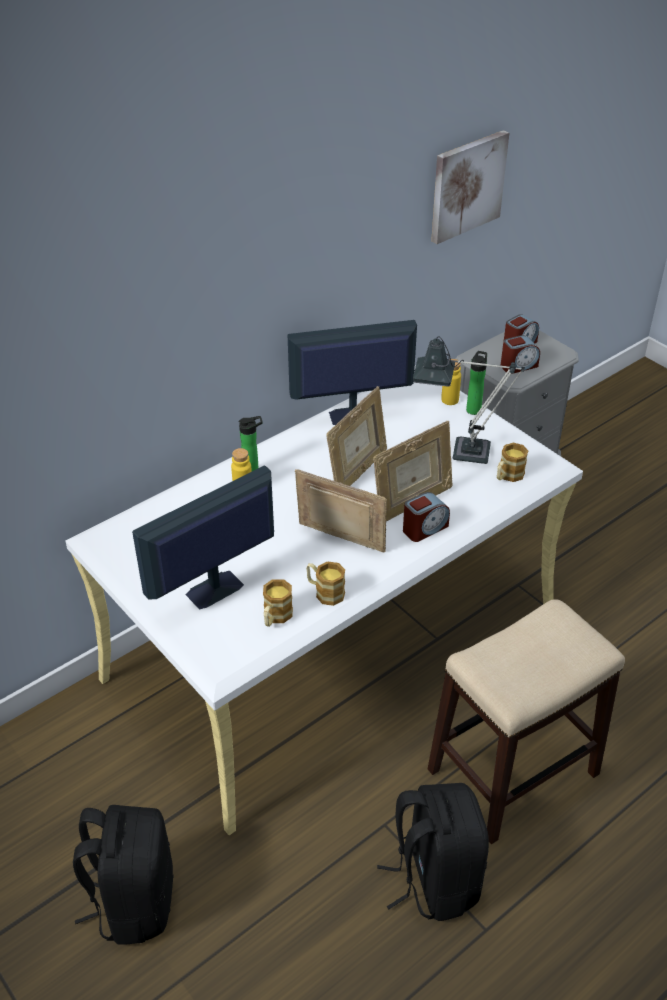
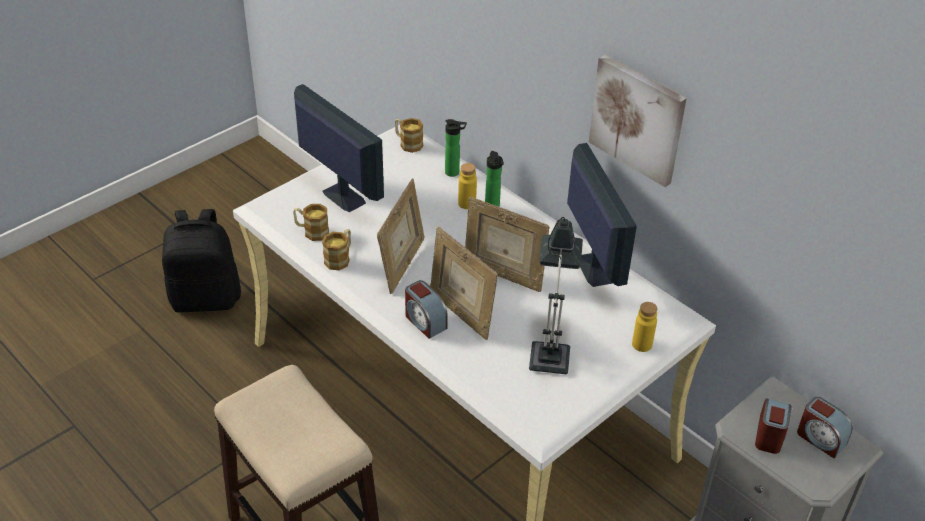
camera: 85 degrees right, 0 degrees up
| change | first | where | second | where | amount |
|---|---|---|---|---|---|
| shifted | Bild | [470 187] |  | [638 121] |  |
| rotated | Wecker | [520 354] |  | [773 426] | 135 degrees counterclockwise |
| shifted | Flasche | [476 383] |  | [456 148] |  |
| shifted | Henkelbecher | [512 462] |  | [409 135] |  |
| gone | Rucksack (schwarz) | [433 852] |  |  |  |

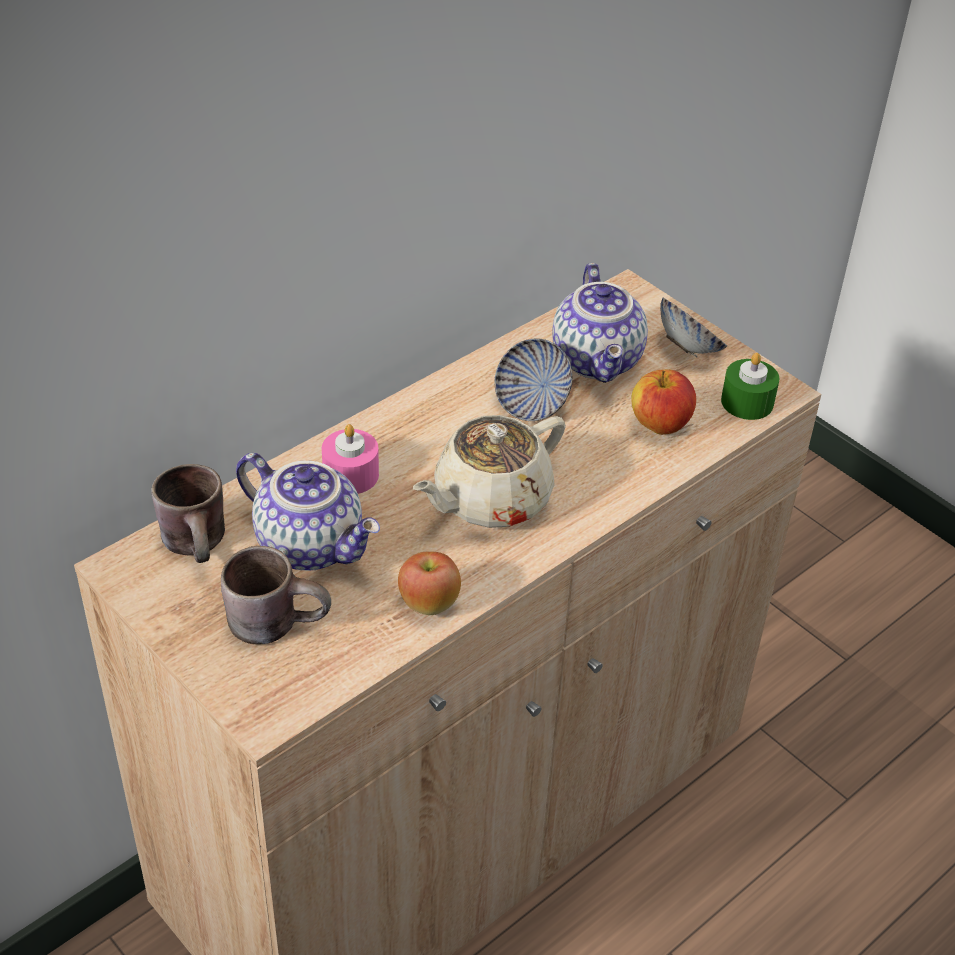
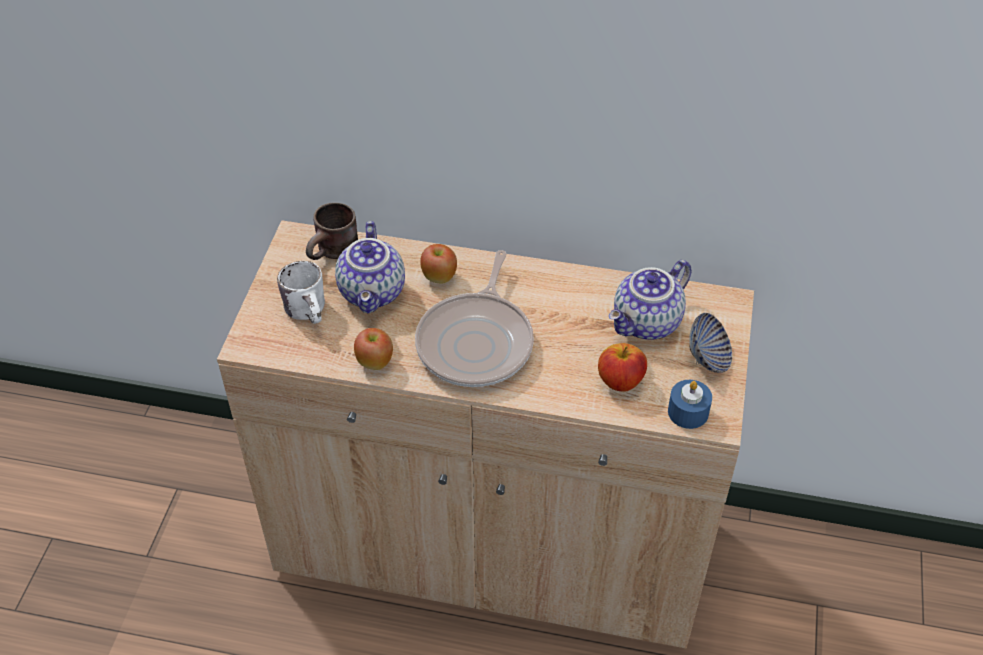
camera: 55 degrees right, 5 degrees up
| change | first | where | second | where | amount |
|---|---|---|---|---|---|
| gone | Schüssel | [533 379] |  |  |  |
| repainted | Kerze (grün) | [750 386] | Kerze (blau) | [690 404] |  |
| swapped | Teekanne (beige) | [489 471] | Pfanne | [474 318] |  |
| swapped | Kerze (rosa) | [350 459] | Apfel | [438 263] |  |
| repainted | Henkelbecher (braun) | [276 595] | Henkelbecher (weiß) | [301 292] |  |

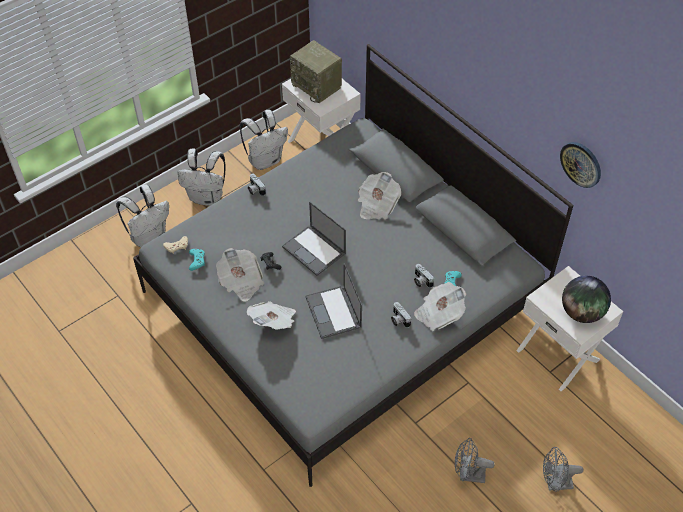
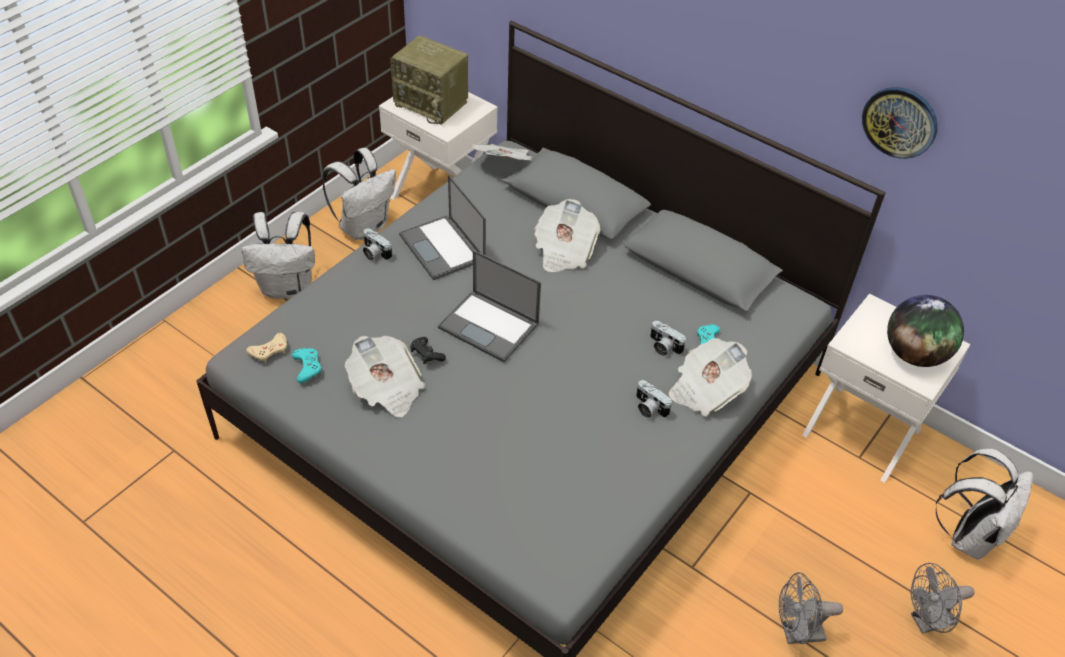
camera: 15 degrees left, 5 degrees down
| change | first | where | second | where | amount |
|---|---|---|---|---|---|
| shifted | Rucksack (weiß) | [142 216] |  | [984 504] |  |
| shifted | Laptop | [333 301] |  | [442 227] |  |
| shifted | Zeitung | [271 315] |  | [502 152] |  |

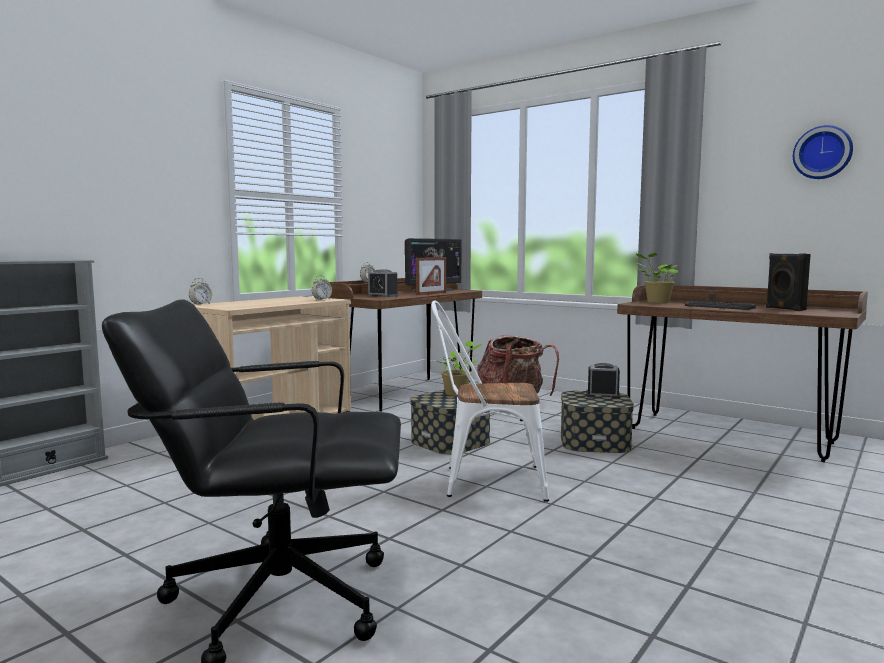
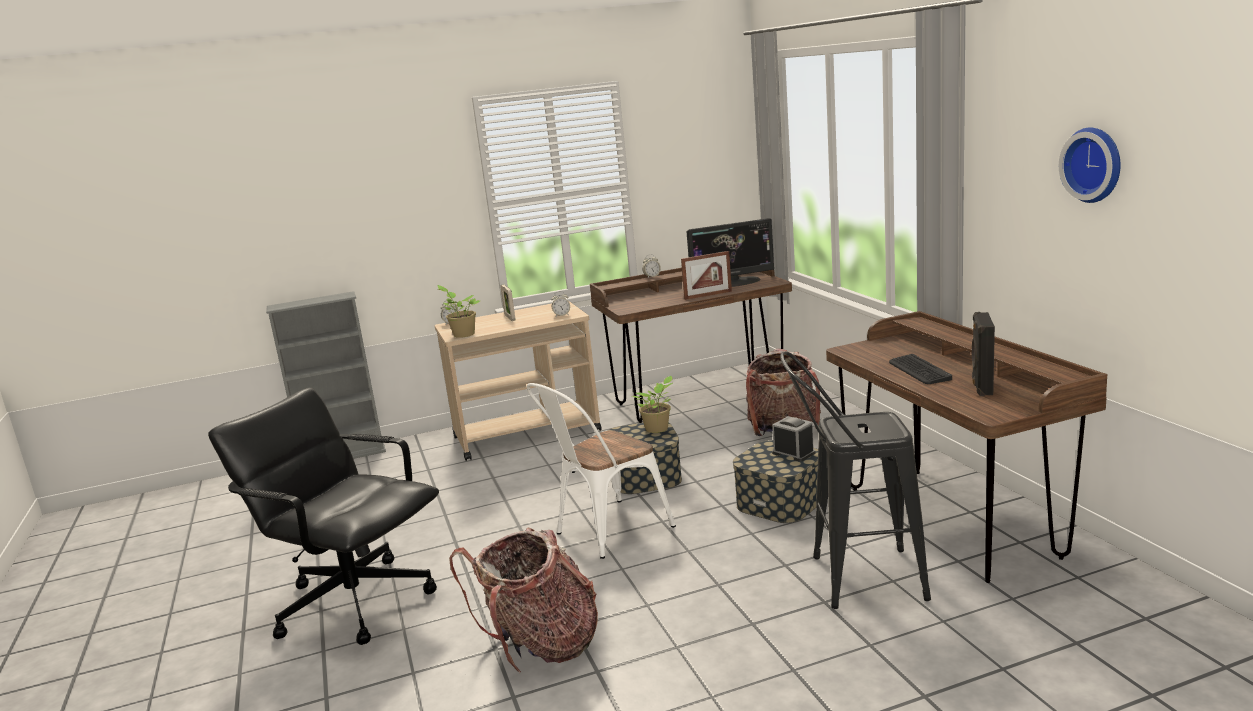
camera: 35 degrees right, 10 degrees up
| change | first | where | second | where | amount |
|---|---|---|---|---|---|
| shifted | Topfpflanze | [657 278] |  | [458 311] |  |
| gone | Wecker | [383 283] |  |  |  |
| rotated | Stuhl (weiß) | [490 401] |  | [601 471] | 75 degrees counterclockwise |
| new |  |  | Bilderrahmen | [507 303] |  |
| new |  |  | Hocker (schwarz) | [855 480] |  |
| new |  |  | Rucksack | [523 601] |  |

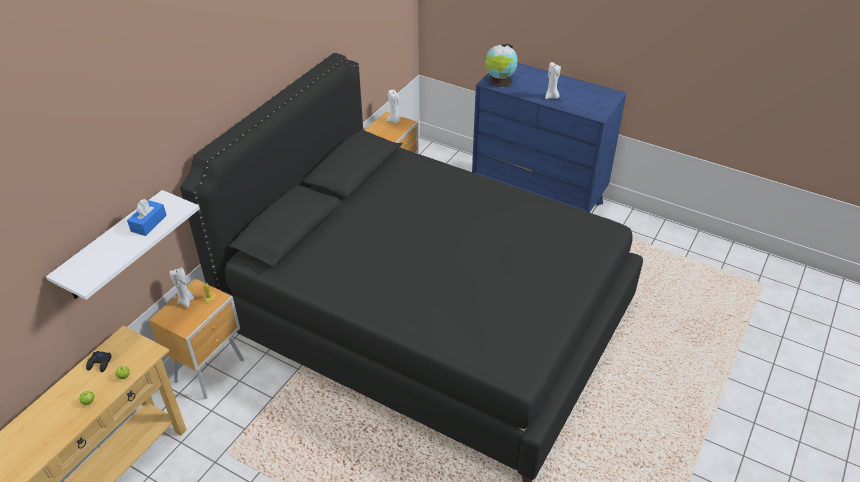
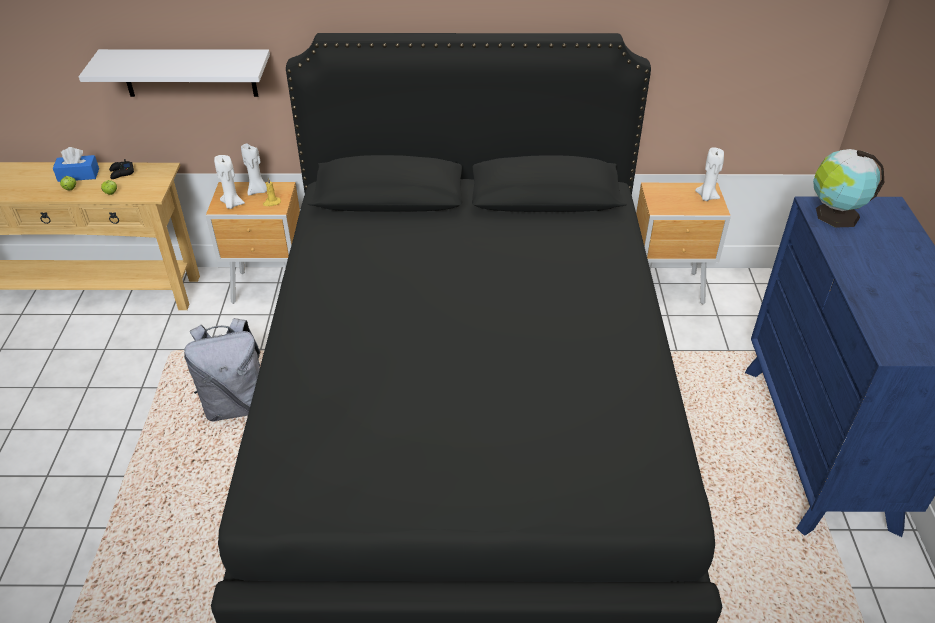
camera: 60 degrees right, 0 degrees up
| change | first | where | second | where | amount |
|---|---|---|---|---|---|
| shifted | Kerze (weiß) | [553 80] |  | [229 182] |  |
| shifted | Taschentuchbox (blau) | [147 217] |  | [76 164] |  |
| new |  |  | Rucksack (grau) | [222 370] |  |

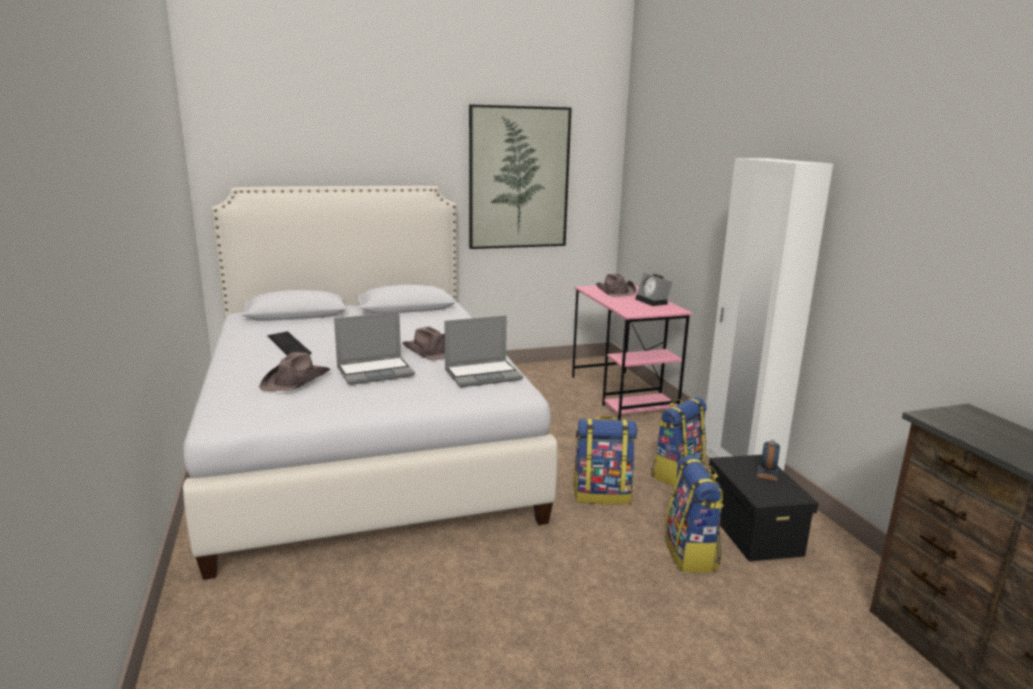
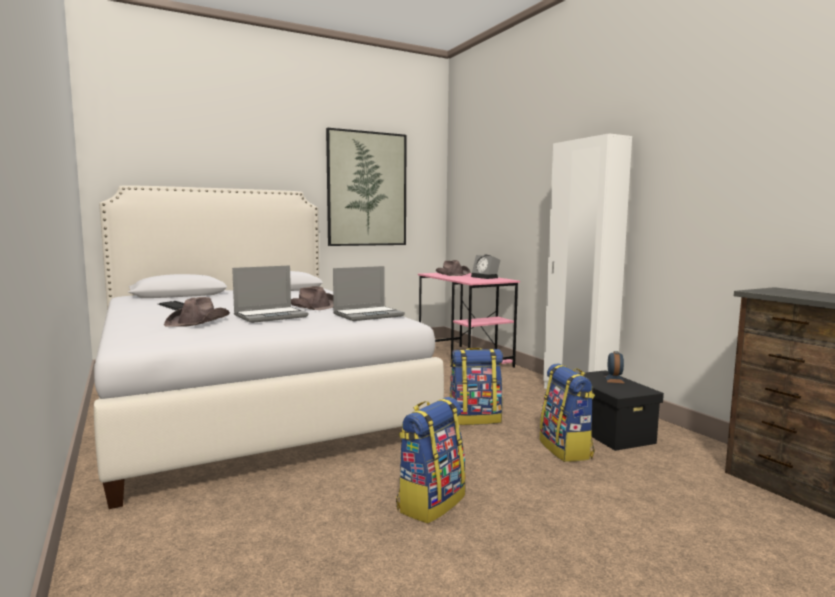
camera: 10 degrees left, 10 degrees down
| change | first | where | second | where | amount |
|---|---|---|---|---|---|
| shifted | Rucksack | [679 442] |  | [431 460] |  |

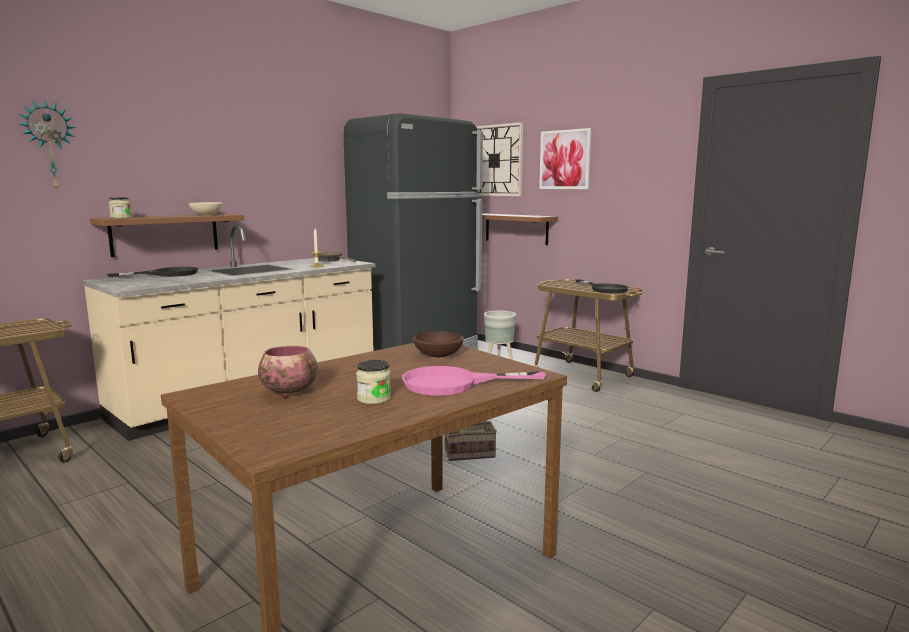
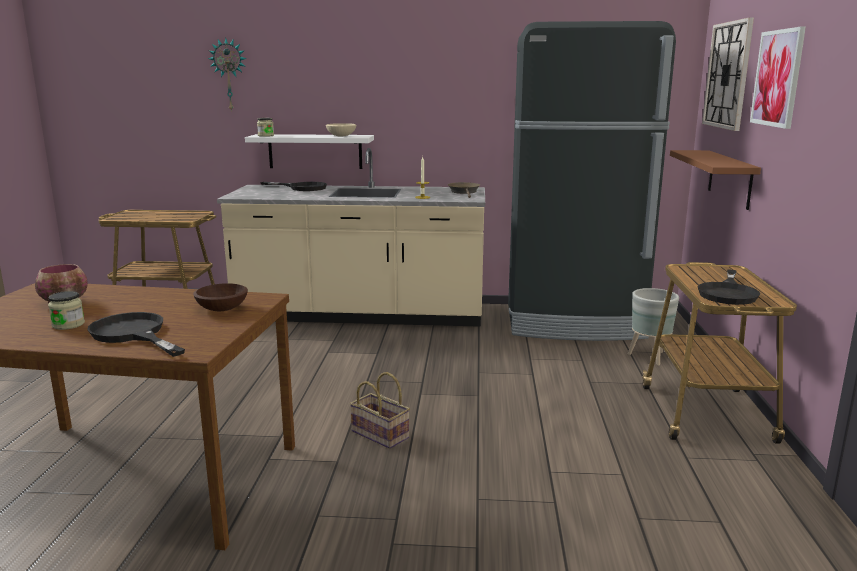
camera: 50 degrees right, 5 degrees up
| change | first | where | second | where | amount |
|---|---|---|---|---|---|
| repainted | Wandregal (braun) | [167 235] | Wandregal (weiß) | [309 151] |  |
| repainted | Pfanne (rosa) | [474 381] | Pfanne (schwarz) | [136 334] |  |

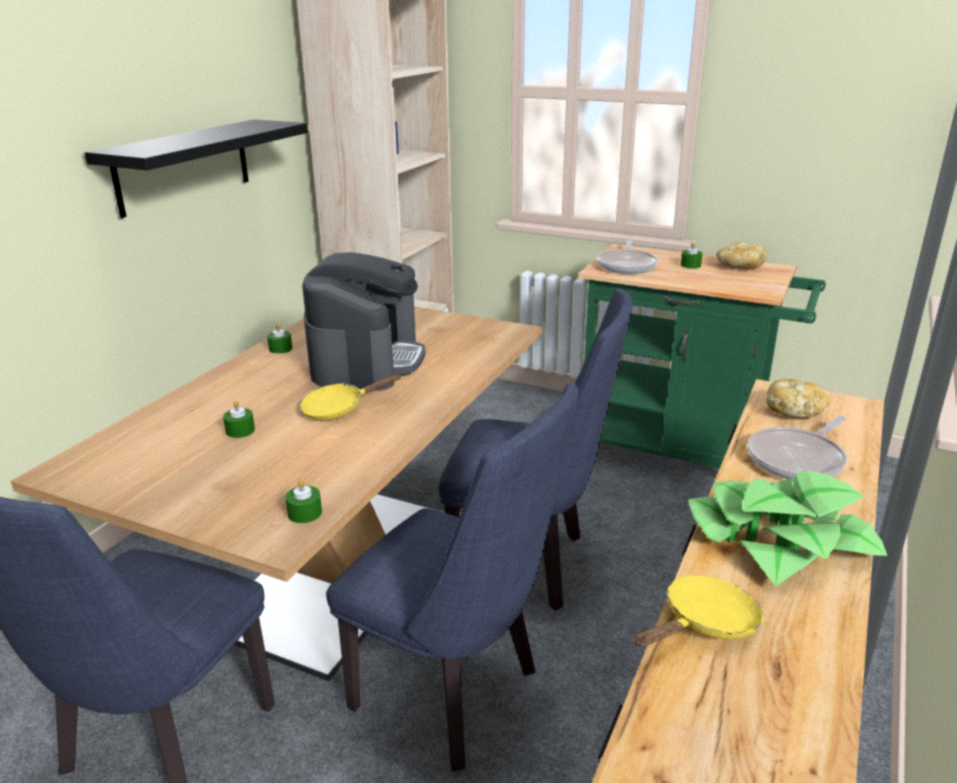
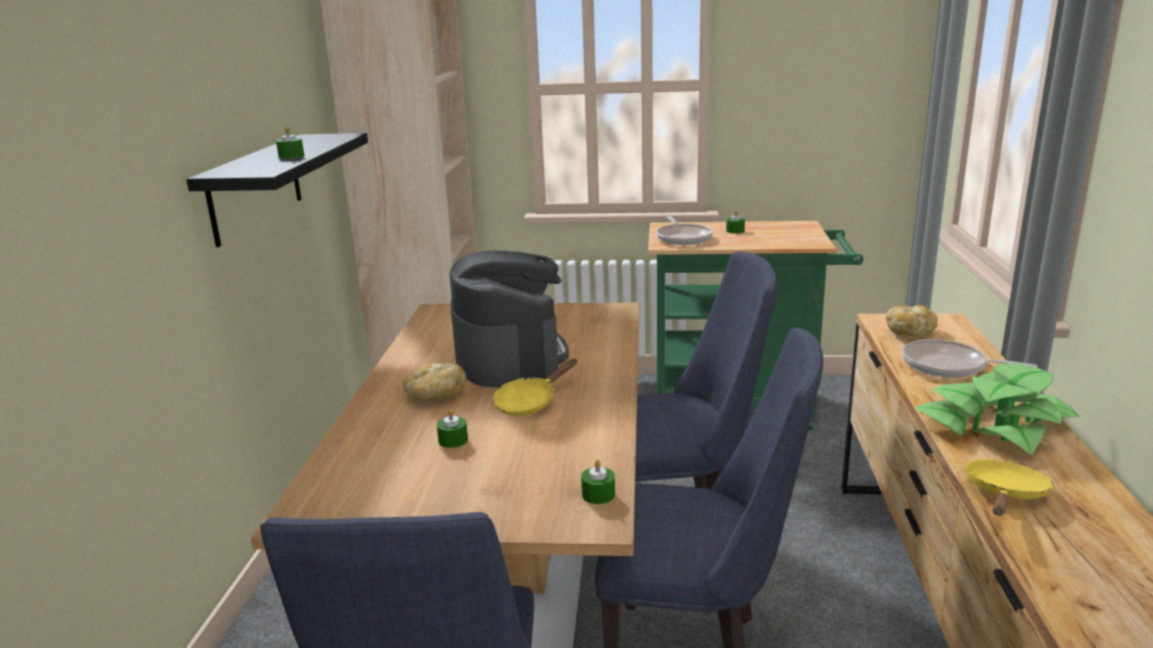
camera: 20 degrees left, 5 degrees down
| change | first | where | second | where | amount |
|---|---|---|---|---|---|
| shifted | Brot | [741 255] |  | [434 382] |  |
| shifted | Kerze (grün) | [279 338] |  | [290 142] |  |
| rotated | Pfanne | [797 447] |  | [969 358] | 90 degrees clockwise |

